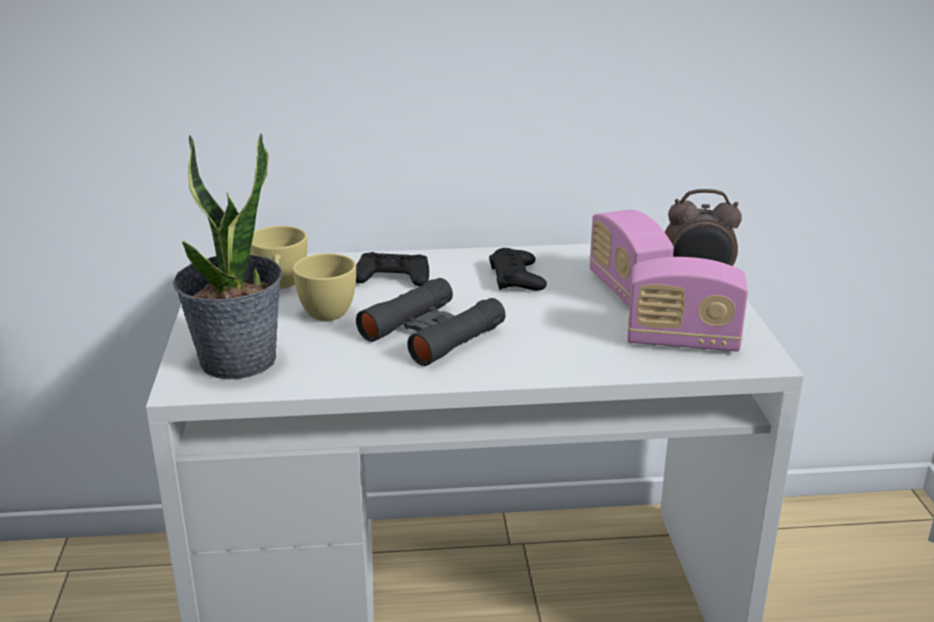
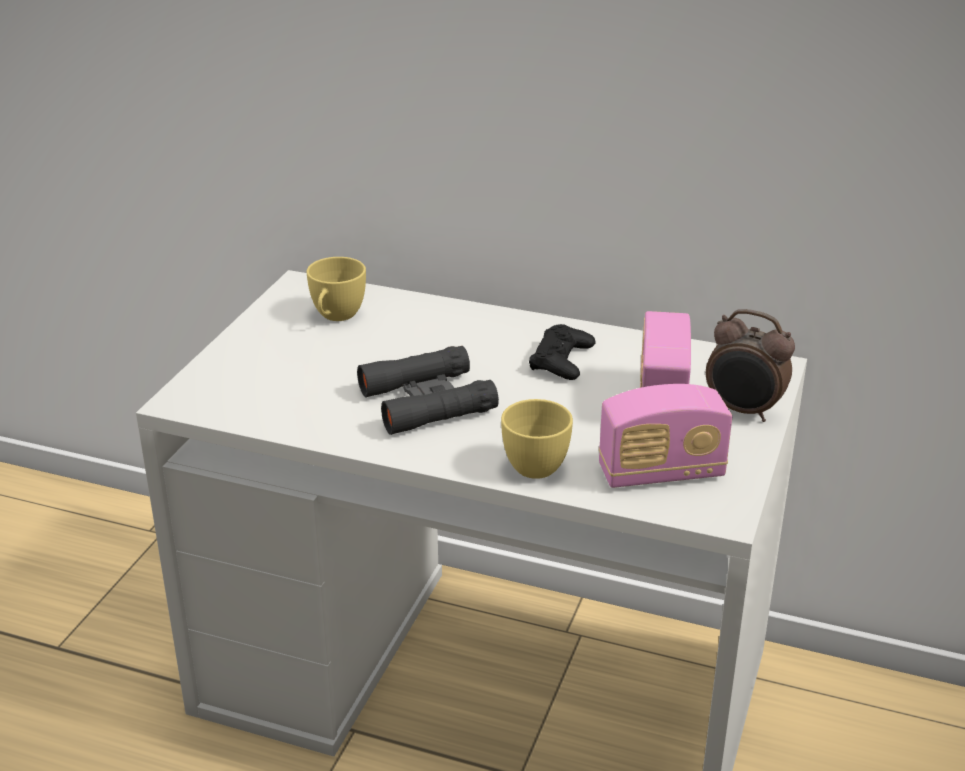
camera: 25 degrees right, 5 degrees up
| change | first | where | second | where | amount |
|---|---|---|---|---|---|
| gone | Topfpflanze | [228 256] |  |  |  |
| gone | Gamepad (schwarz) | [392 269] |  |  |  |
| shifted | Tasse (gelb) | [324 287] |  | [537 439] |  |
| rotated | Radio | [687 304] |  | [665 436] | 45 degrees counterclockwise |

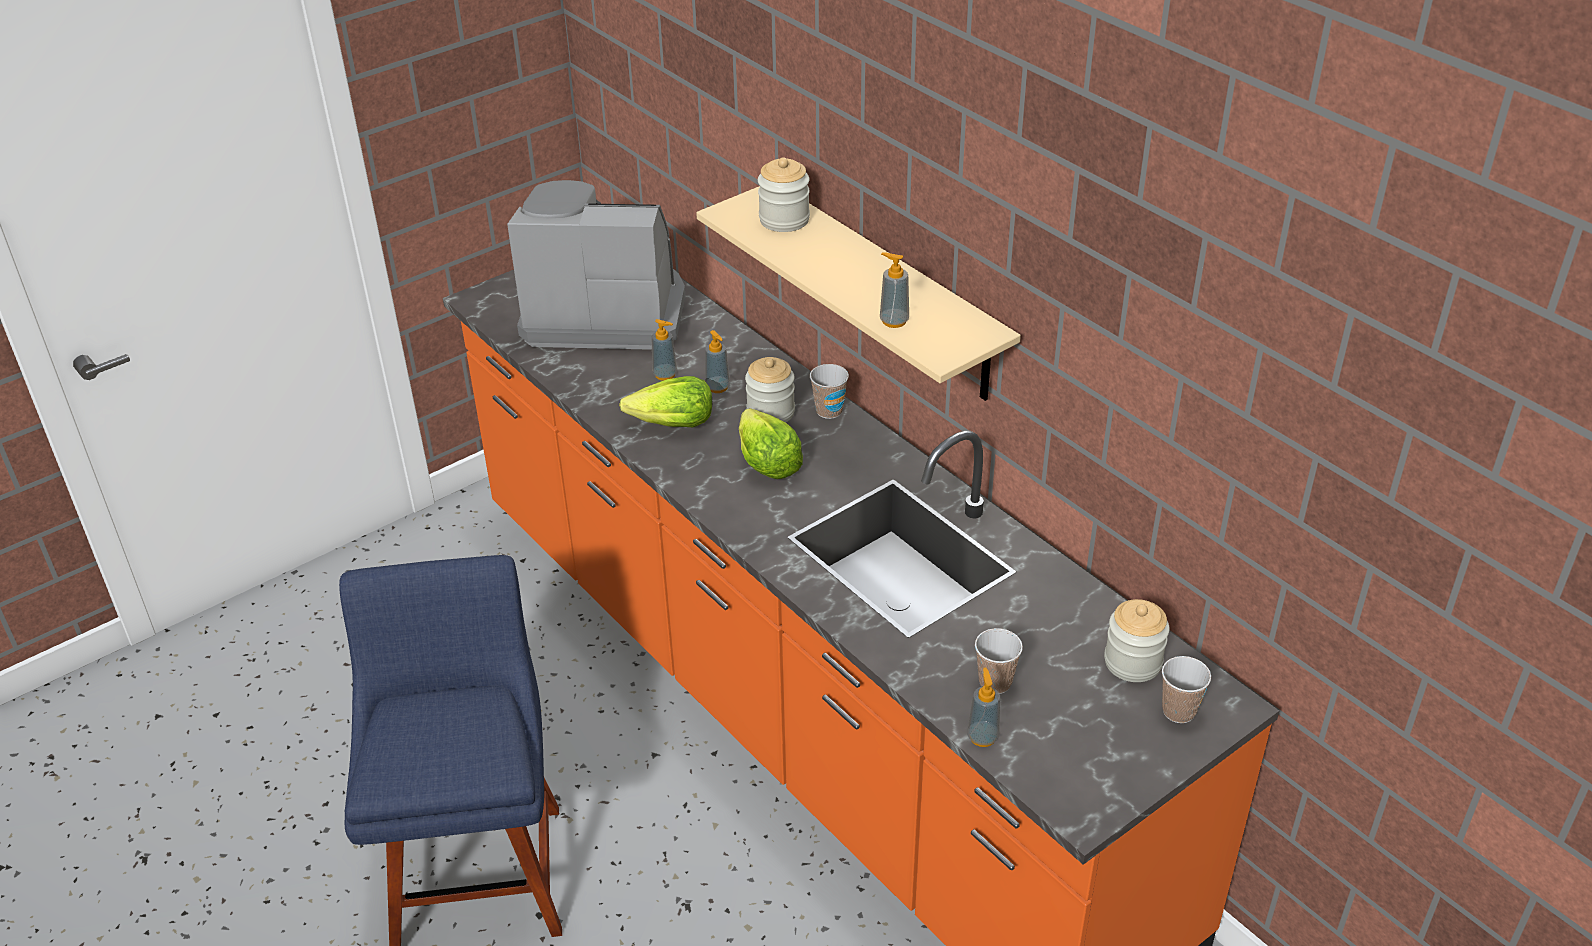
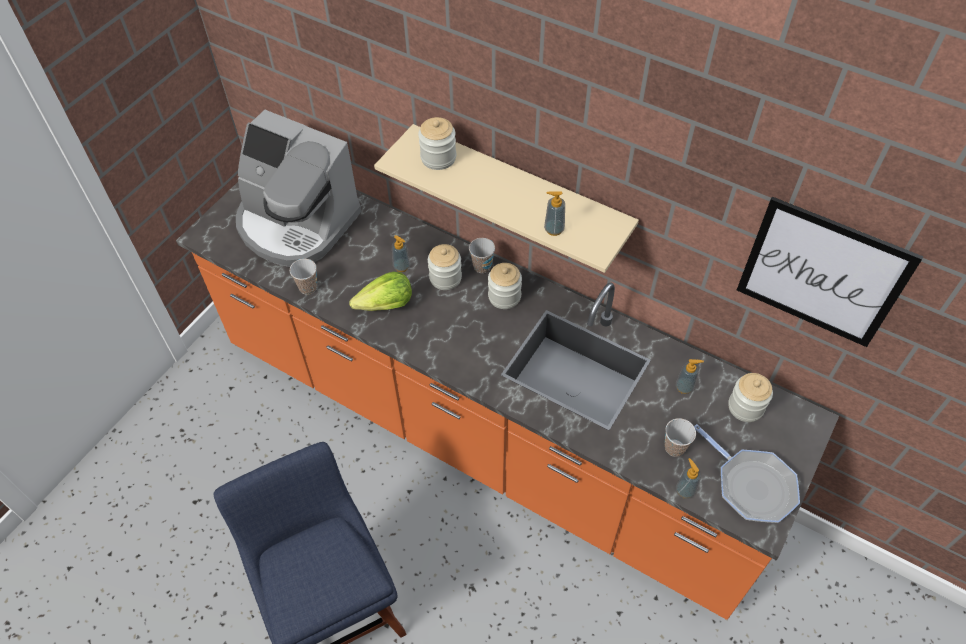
camera: 20 degrees left, 15 degrees up
| change | first | where | second | where | amount |
|---|---|---|---|---|---|
| rotated | Kaffeemaschine | [596 265] |  | [298 188] | 135 degrees counterclockwise |
| shifted | Seifenspender | [664 350] |  | [689 376] |  |
| gone | Salatkopf | [771 443] |  |  |  |
| shifted | Tasse | [1186 689] |  | [303 277] |  |
| new |  |  | Bild | [830 271] |  |
| new |  |  | Vorratsglas | [505 286] |  |
| new |  |  | Pfanne | [747 473] |  |

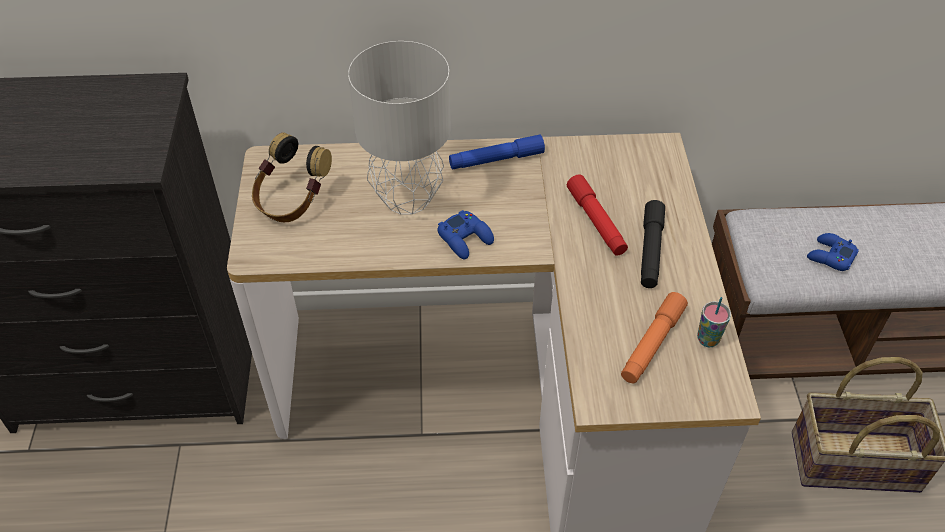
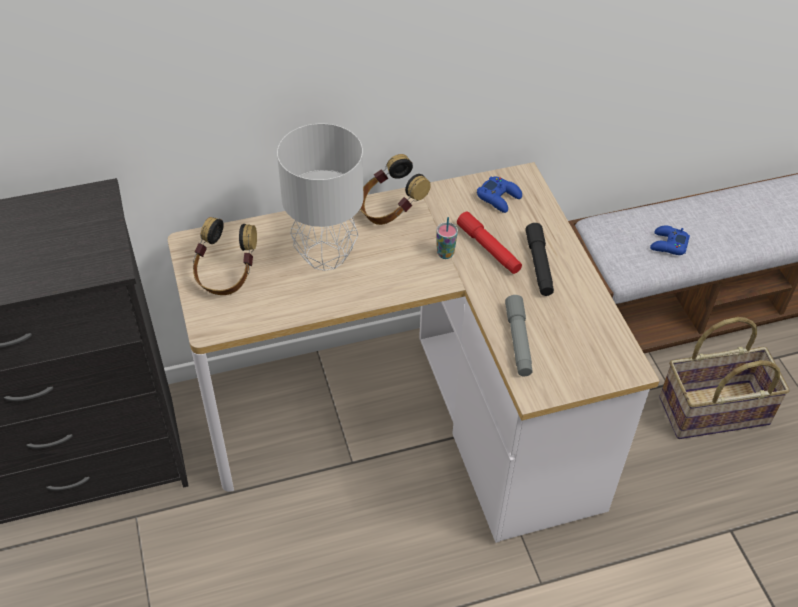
camera: 15 degrees left, 0 degrees up
| change | first | where | second | where | amount |
|---|---|---|---|---|---|
| swapped | Taschenlampe (blau) | [497 152] | Kopfhörer | [395 189] |  |
| shifted | Gamepad (blau) | [465 234] |  | [499 194] |  |
| gone | Taschenlampe (orange) | [654 337] |  |  |  |
| shifted | Tasse | [714 322] |  | [447 238] |  |
| new |  |  | Taschenlampe (grau) | [519 336] |  |

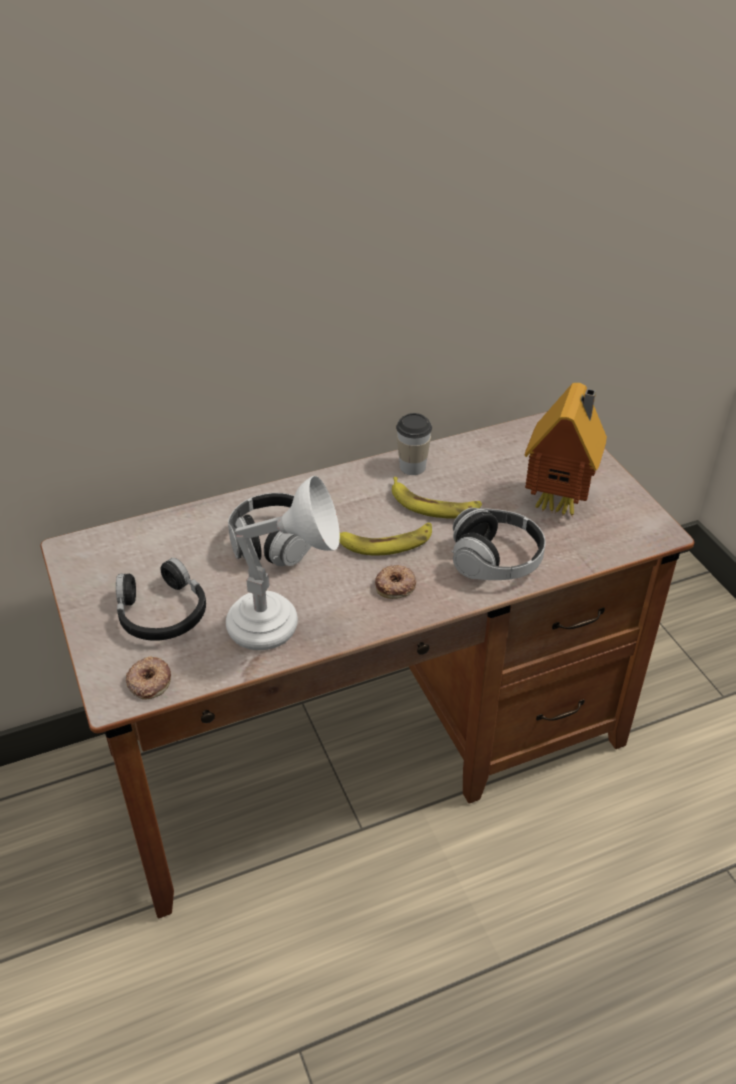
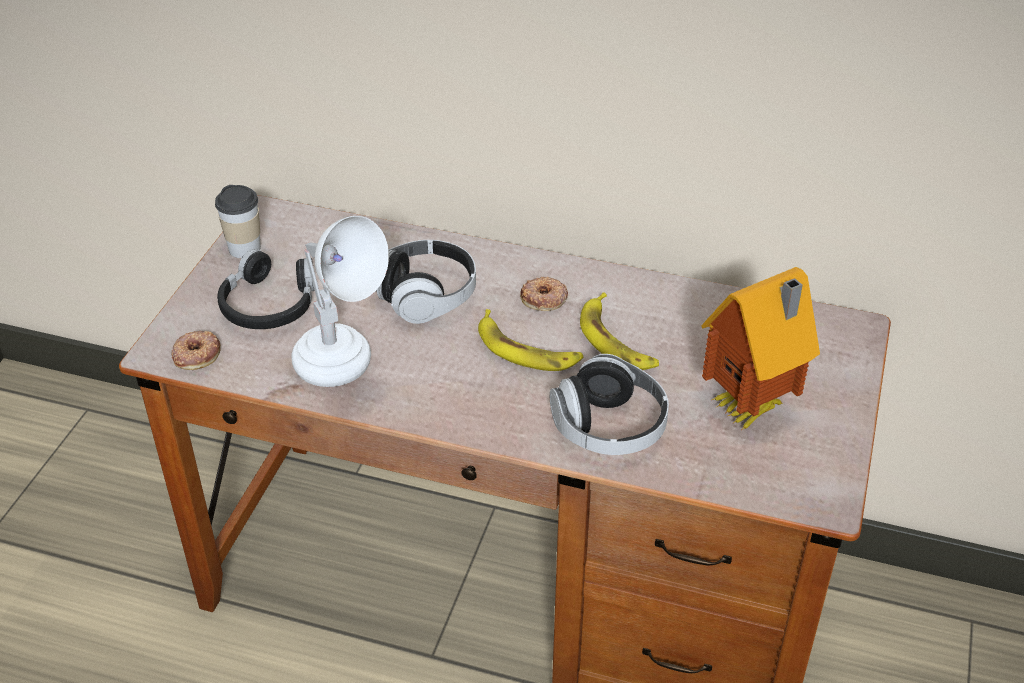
camera: 40 degrees right, 0 degrees up
| change | first | where | second | where | amount |
|---|---|---|---|---|---|
| shifted | Tasse | [414 444] |  | [238 221] |  |
| shifted | Donut | [395 582] |  | [544 294] |  |

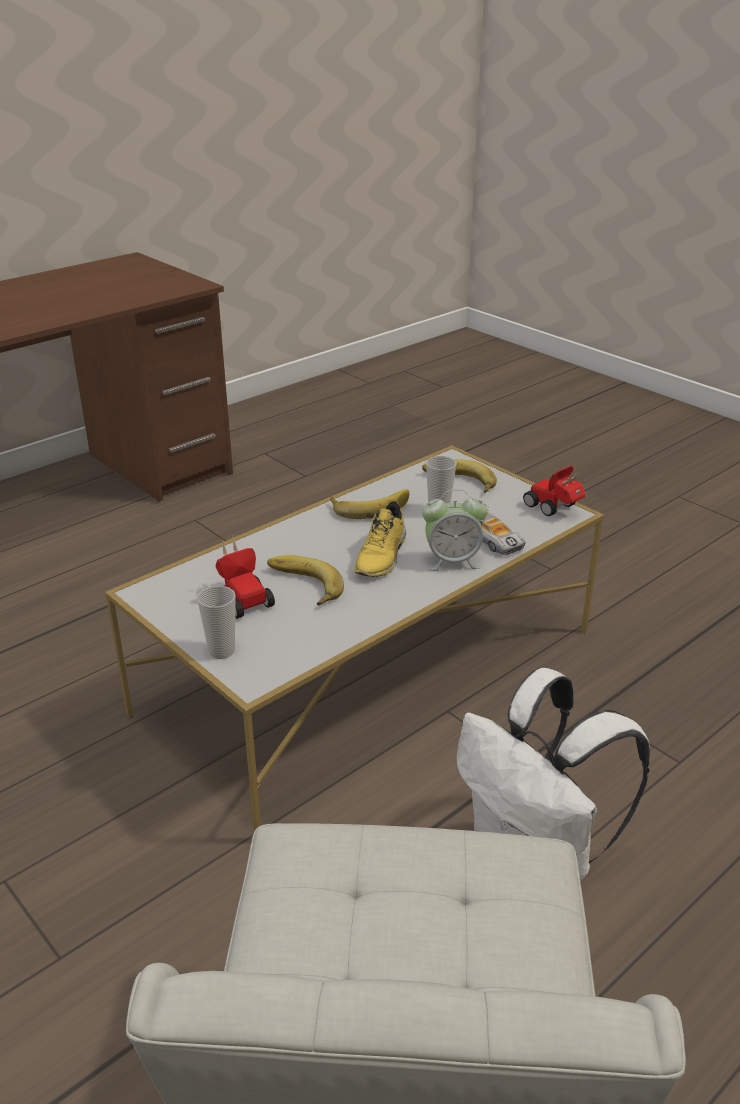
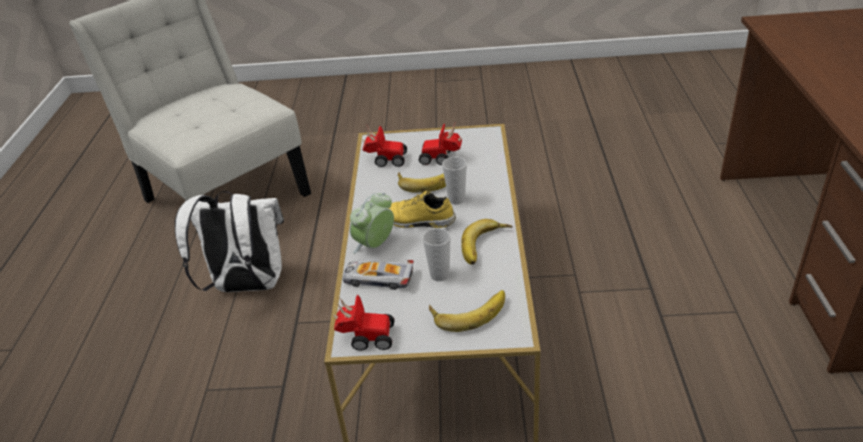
camera: 135 degrees right, 5 degrees up
| change | first | where | second | where | amount |
|---|---|---|---|---|---|
| rotated | Schuh (gelb) | [380 539] |  | [422 209] | 45 degrees counterclockwise |
| shifted | Tasse | [216 622] |  | [454 181] |  |
| new |  |  | Spielzeugauto | [384 146] |  |

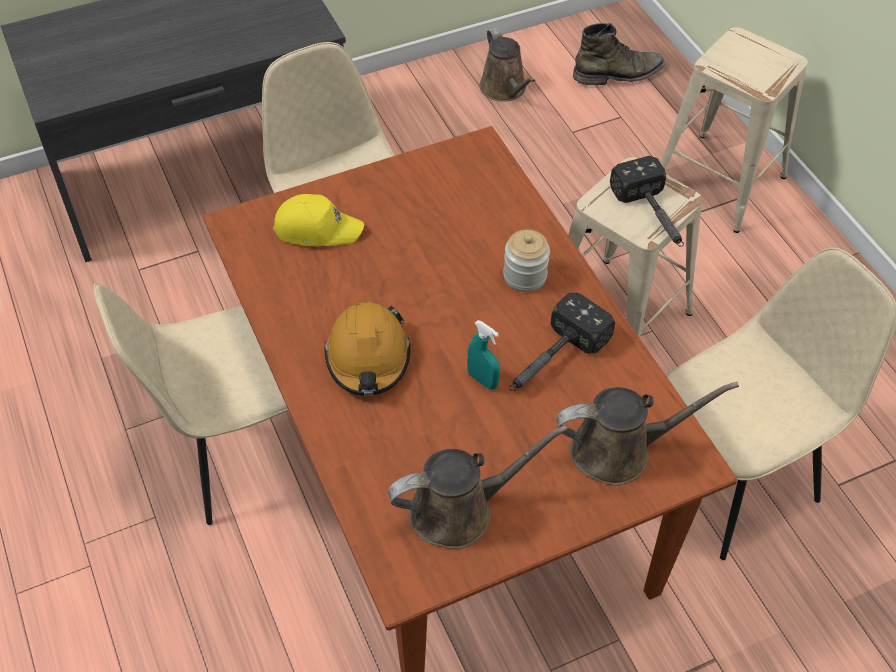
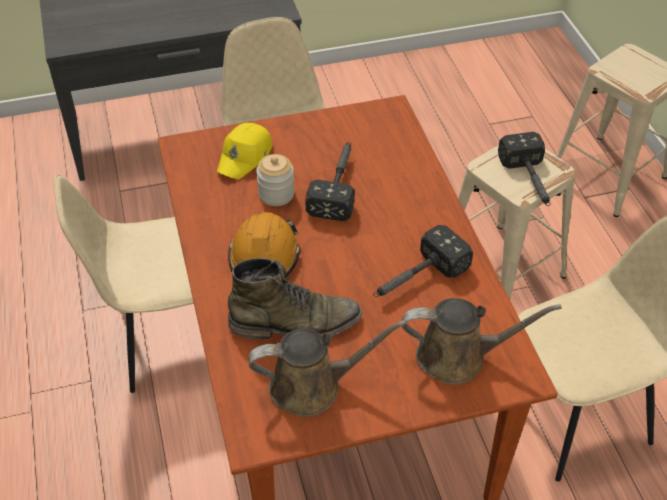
camera: 10 degrees right, 5 degrees down
| change | first | where | second | where | amount |
|---|---|---|---|---|---|
| shifted | Stiefel (grün) | [619 54] |  | [295 298] |  |
| gone | Gießkanne (braun) | [508 65] |  |  |  |
| rotated | Kappe (gelb) | [318 220] |  | [245 151] | 105 degrees clockwise |
| shifted | Vorratsglas | [526 261] |  | [275 180] |  |
| gone | Sprühflasche (türkis) | [483 355] |  |  |  |
| new |  |  | Hammer | [330 181] |  |

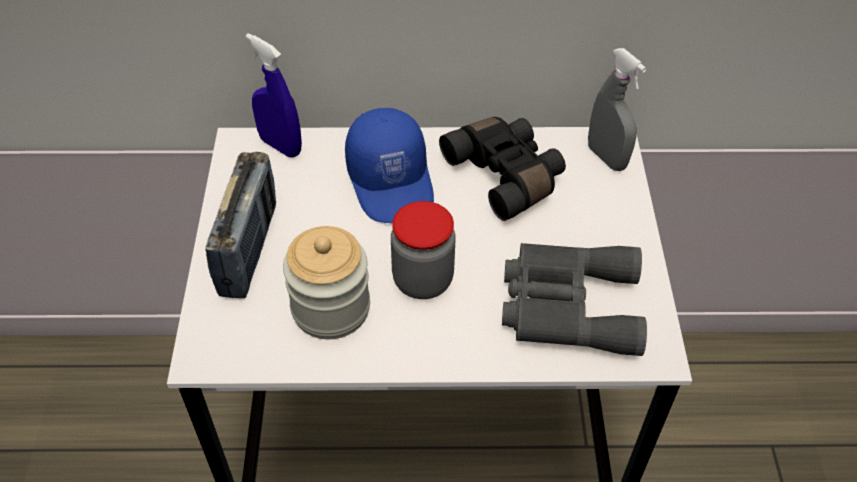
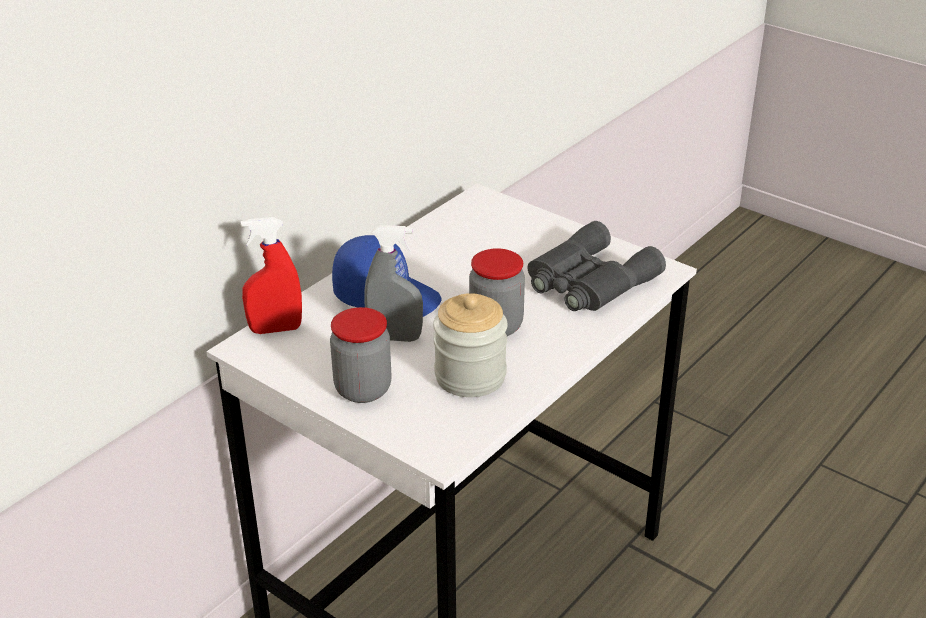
camera: 50 degrees left, 15 degrees down
| change | first | where | second | where | amount |
|---|---|---|---|---|---|
| repainted | Sprühflasche (blau) | [274 95] | Sprühflasche (rot) | [271 275] |  |
| shifted | Sprühflasche (grau) | [617 109] |  | [394 283] |  |
| gone | Fernglas (schwarz) | [502 169] |  |  |  |
| swapped | Radio | [240 225] | Vorratsglas | [361 355] |  |

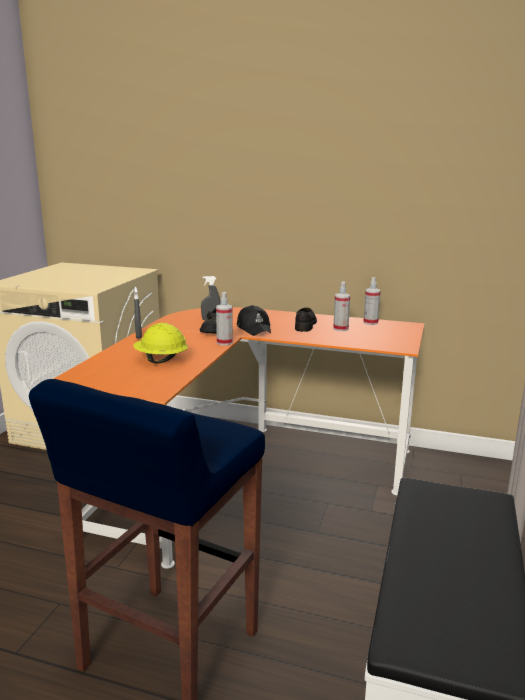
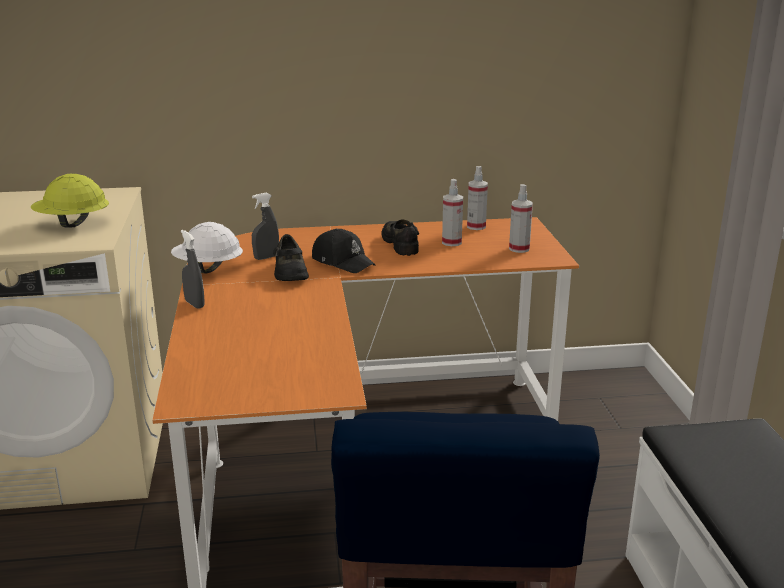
camera: 25 degrees left, 5 degrees up
| change | first | where | second | where | amount |
|---|---|---|---|---|---|
| shifted | Sprühflasche | [224 318] |  | [521 218] |  |
| shifted | Schutzhelm (gelb) | [160 343] |  | [70 200] |  |
| new |  |  | Schutzhelm (weiß) | [207 248] |  |

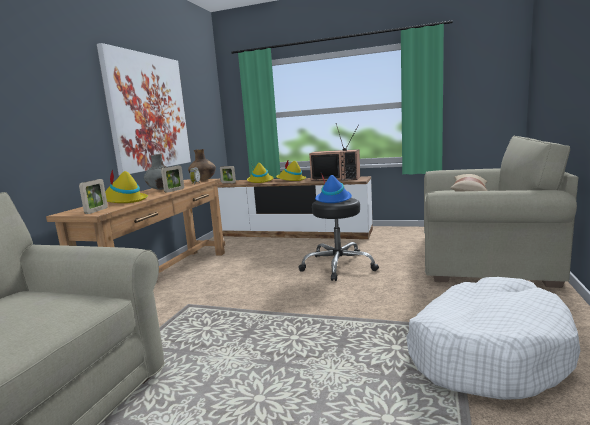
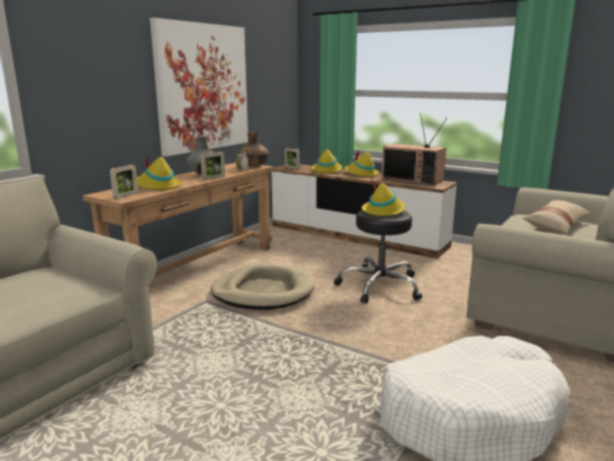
camera: 15 degrees right, 5 degrees up
| change | first | where | second | where | amount |
|---|---|---|---|---|---|
| repainted | Hut (blau) | [333 188] | Hut (gelb) | [383 197] |  |
| new |  |  | Hundebett (beige) | [263 287] |  |

